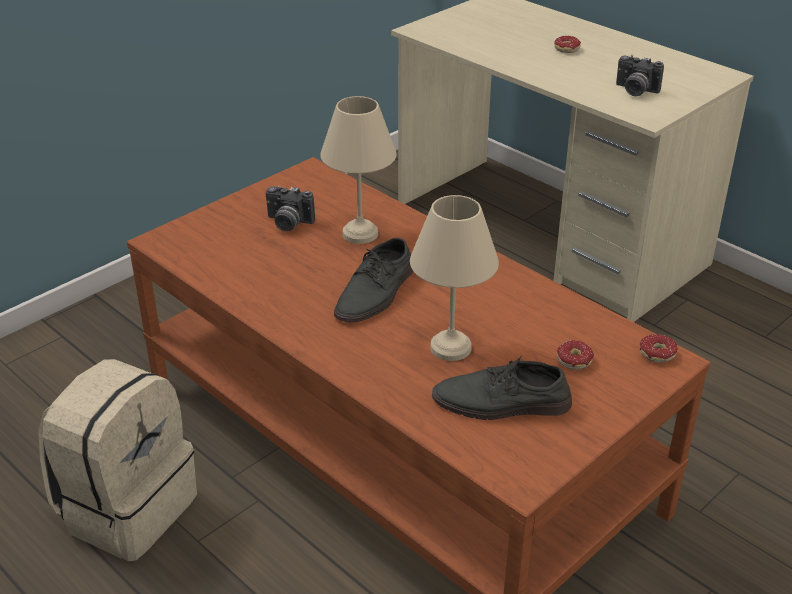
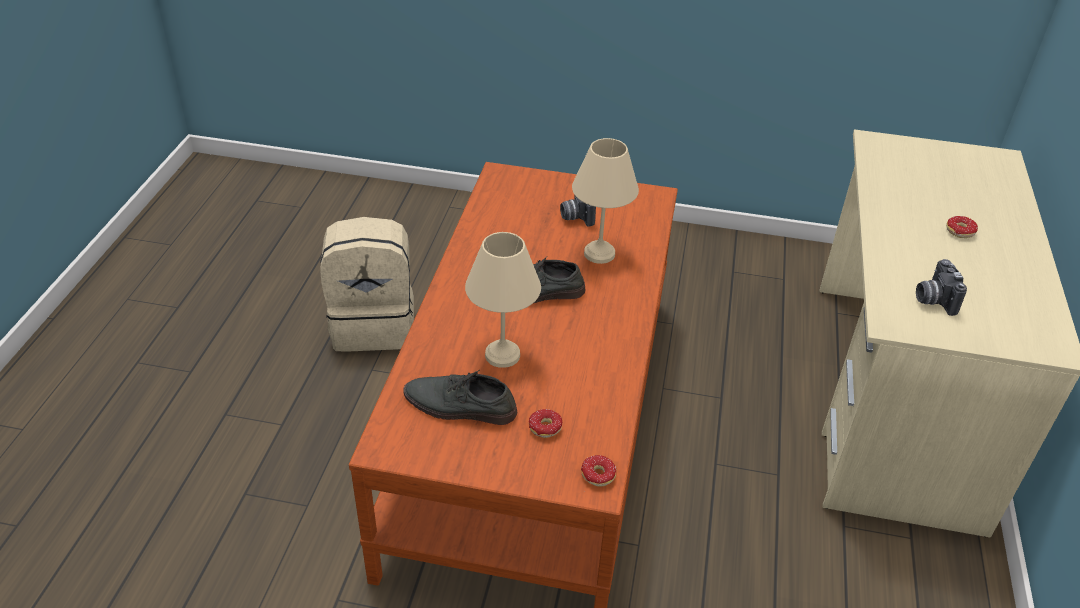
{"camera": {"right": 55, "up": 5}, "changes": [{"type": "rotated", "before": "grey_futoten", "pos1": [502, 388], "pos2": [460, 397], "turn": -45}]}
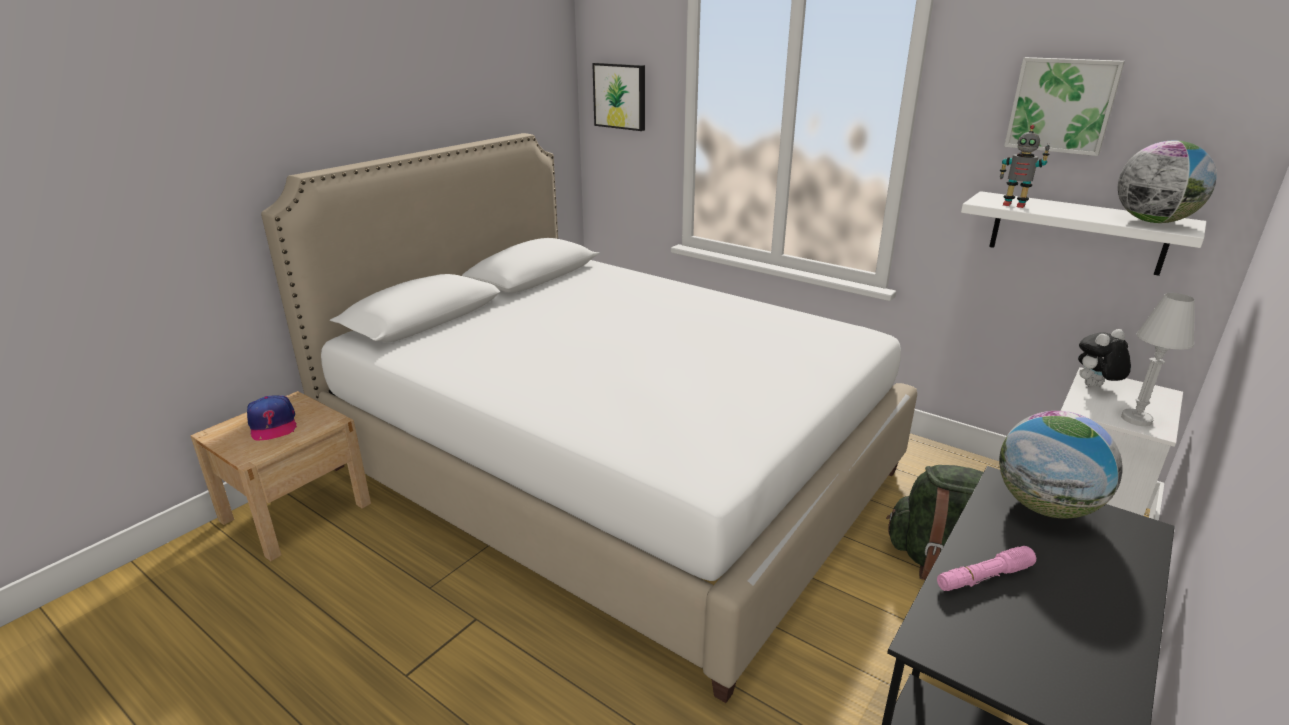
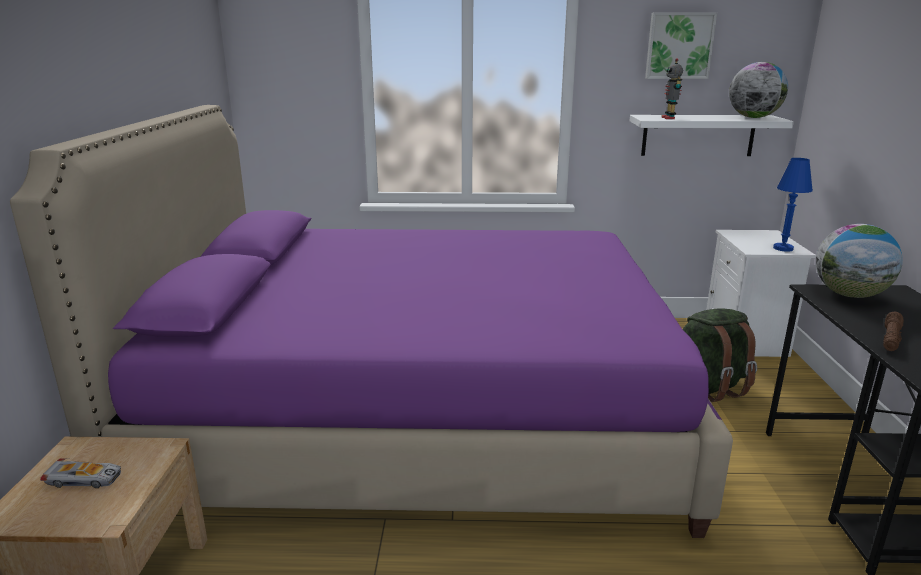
{"camera": {"right": -35, "up": -5}, "changes": [{"type": "repainted", "before": "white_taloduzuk", "after": "purple_taloduzuk", "pos1": [589, 418], "pos2": [371, 321]}, {"type": "swapped", "before": "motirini", "after": "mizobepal", "pos1": [272, 417], "pos2": [80, 473]}, {"type": "rotated", "before": "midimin", "pos1": [1025, 166], "pos2": [672, 88], "turn": 90}, {"type": "repainted", "before": "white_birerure", "after": "blue_birerure", "pos1": [1158, 359], "pos2": [793, 205]}, {"type": "repainted", "before": "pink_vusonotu", "after": "brown_vusonotu", "pos1": [986, 568], "pos2": [893, 331]}, {"type": "gone", "before": "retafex", "pos1": [618, 97]}, {"type": "gone", "before": "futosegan", "pos1": [1104, 358]}]}
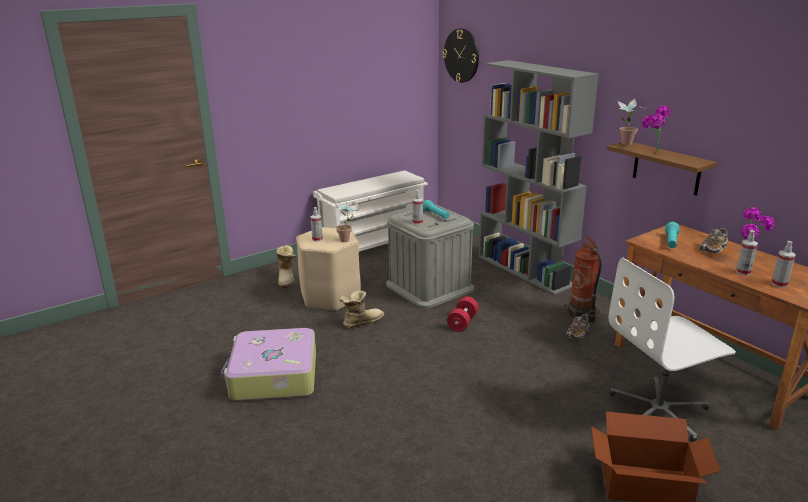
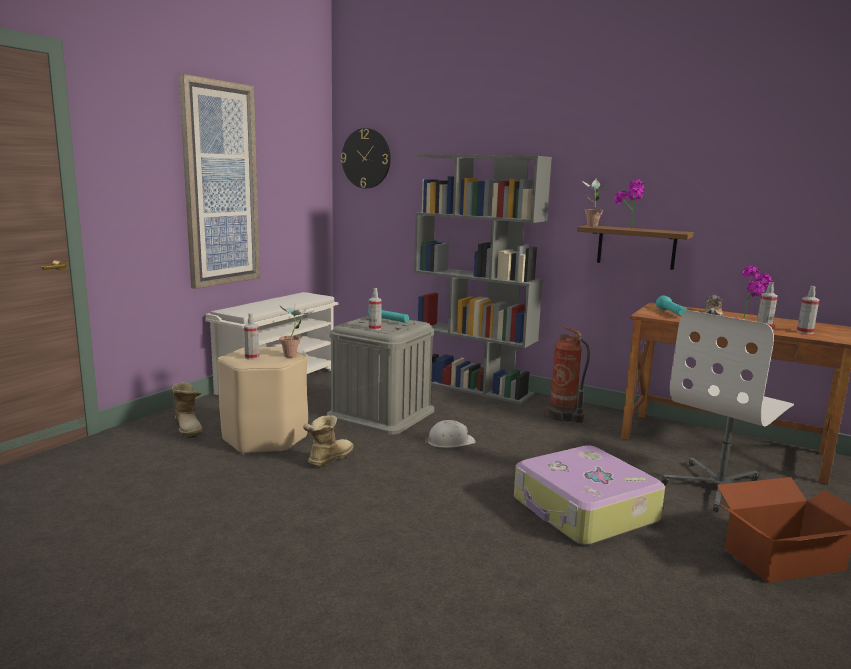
{"camera": {"right": -25, "up": -10}, "changes": [{"type": "new", "after": "retafex", "pos2": [219, 181]}, {"type": "swapped", "before": "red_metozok", "after": "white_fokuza", "pos1": [463, 314], "pos2": [450, 434]}, {"type": "shifted", "before": "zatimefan", "pos1": [268, 364], "pos2": [589, 495]}, {"type": "gone", "before": "futoten", "pos1": [577, 326]}]}
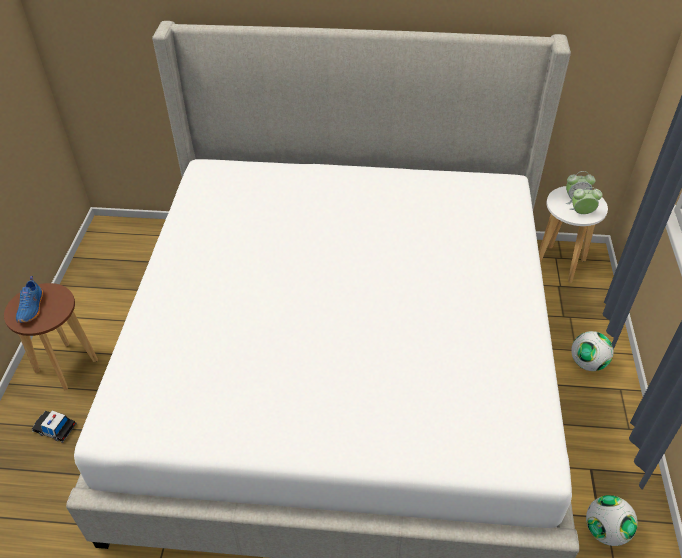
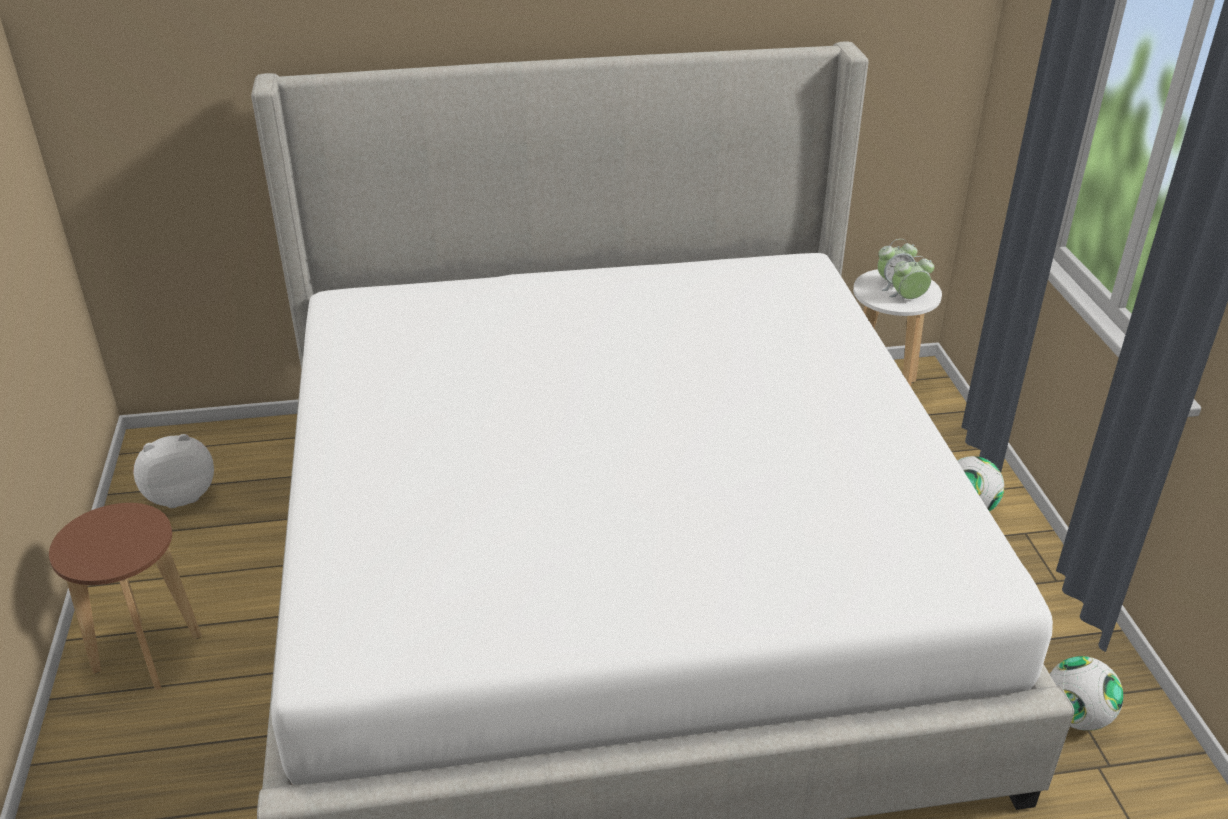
{"camera": {"right": -15, "up": -10}, "changes": [{"type": "new", "after": "futosegan", "pos2": [174, 471]}, {"type": "gone", "before": "blue_futoten", "pos1": [29, 299]}, {"type": "gone", "before": "mizobepal", "pos1": [54, 426]}]}
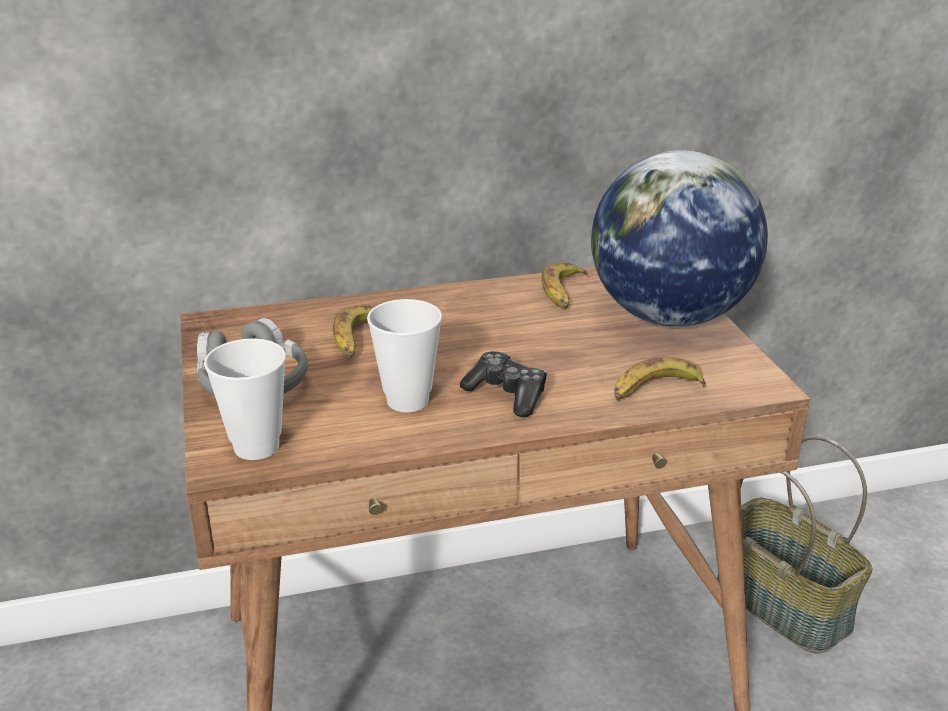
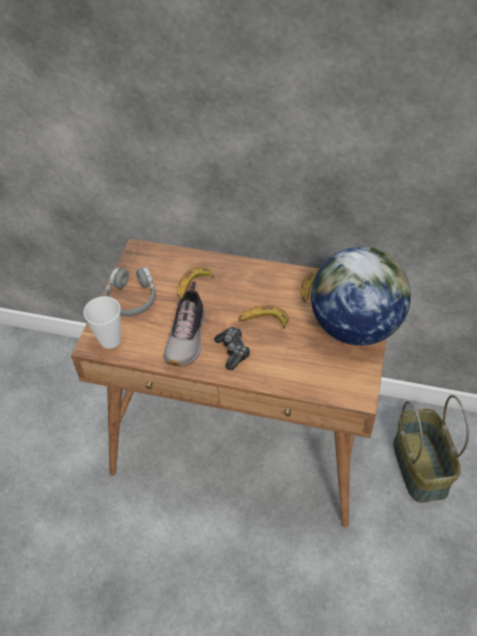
{"camera": {"right": 30, "up": 20}, "changes": [{"type": "swapped", "before": "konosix", "after": "futoten", "pos1": [404, 355], "pos2": [184, 324]}, {"type": "shifted", "before": "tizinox", "pos1": [660, 378], "pos2": [264, 317]}]}
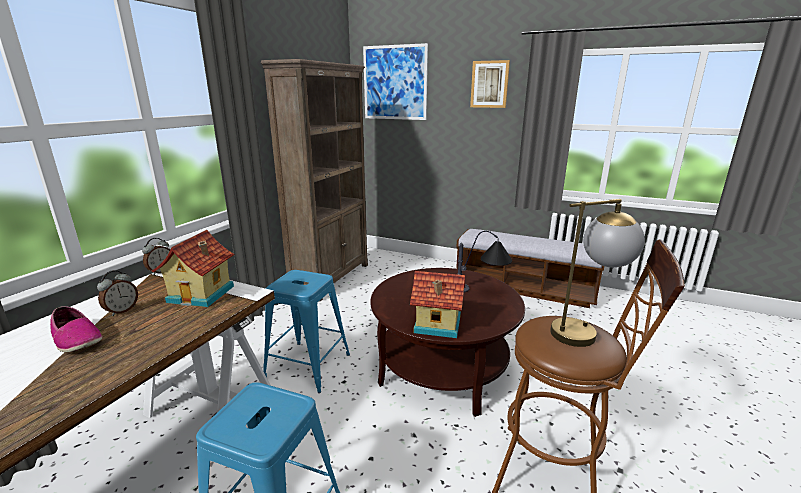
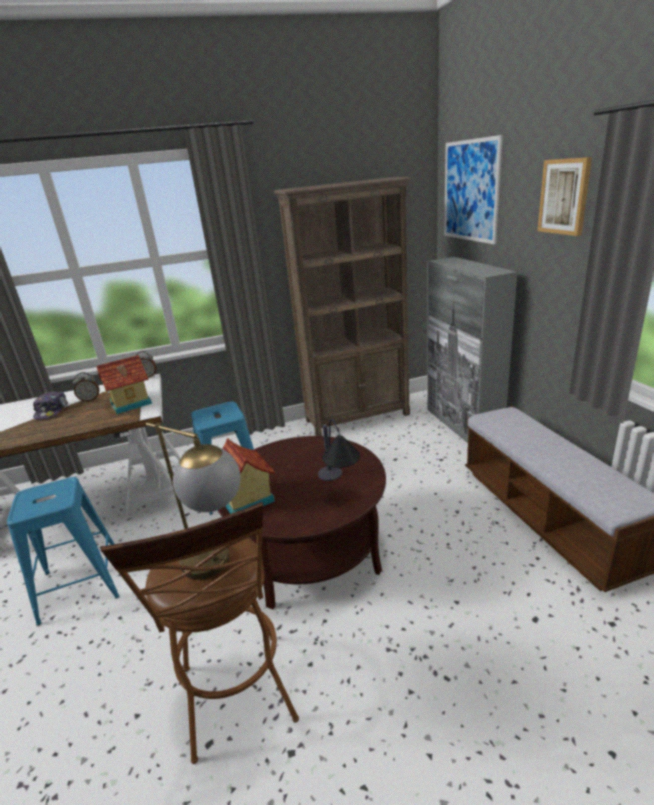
{"camera": {"right": 50, "up": 5}, "changes": [{"type": "swapped", "before": "futoten", "after": "motirini", "pos1": [76, 329], "pos2": [50, 405]}, {"type": "new", "after": "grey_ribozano", "pos2": [472, 350]}]}
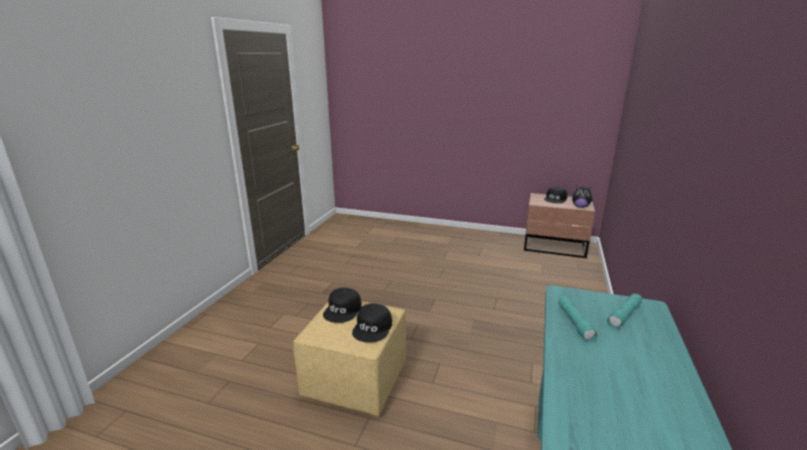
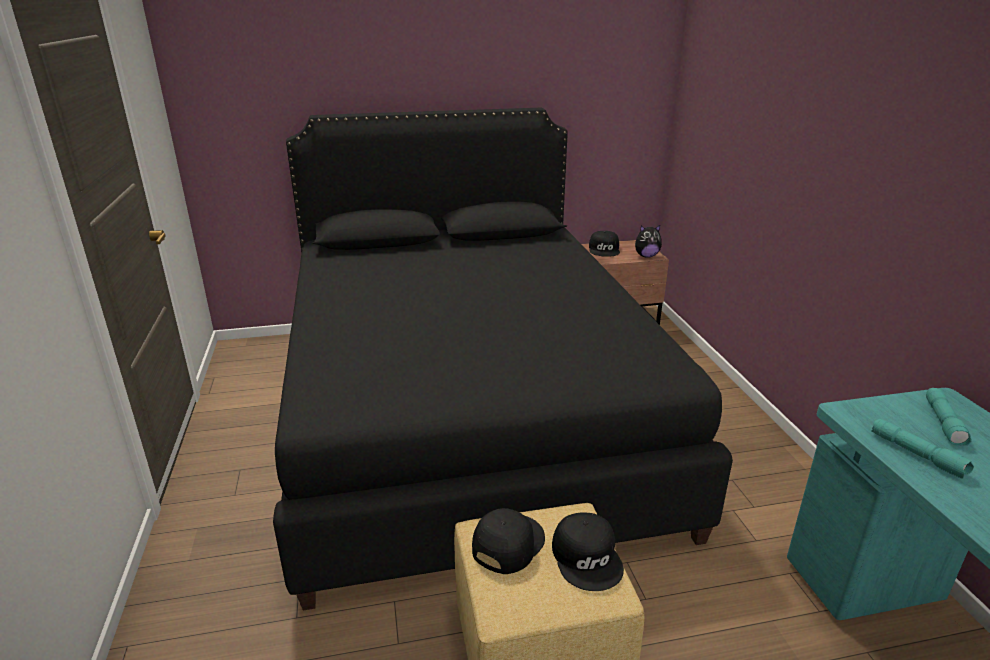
{"camera": {"right": -30, "up": 5}, "changes": [{"type": "new", "after": "black_taloduzuk", "pos2": [503, 359]}, {"type": "rotated", "before": "black_motirini", "pos1": [342, 305], "pos2": [508, 541], "turn": -135}]}
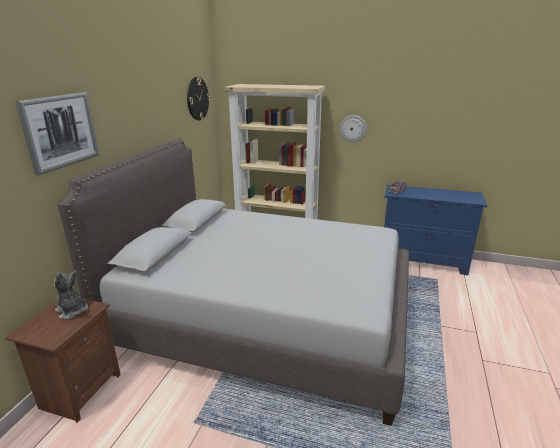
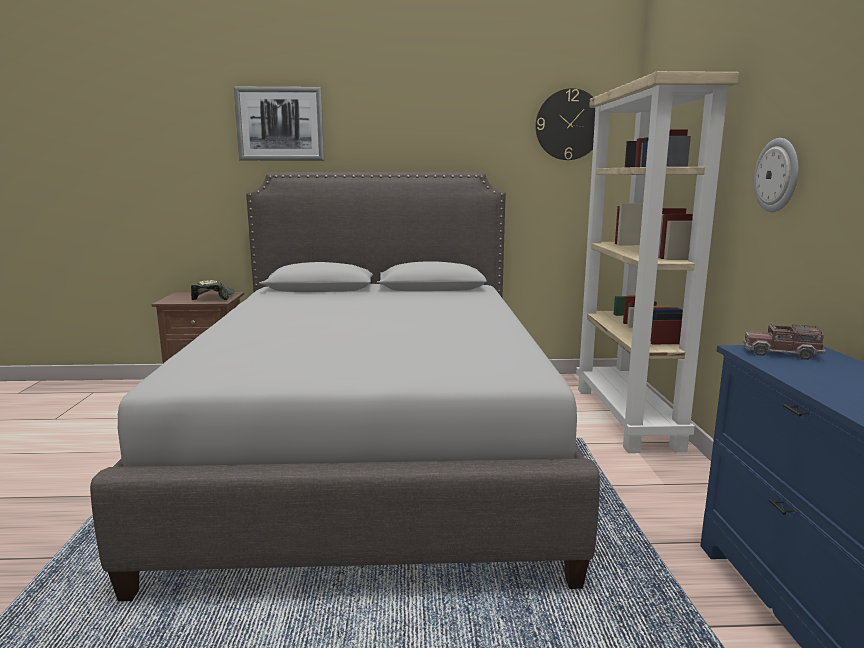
{"camera": {"right": 70, "up": -10}, "changes": [{"type": "swapped", "before": "futosegan", "after": "motirini", "pos1": [71, 295], "pos2": [213, 290]}]}
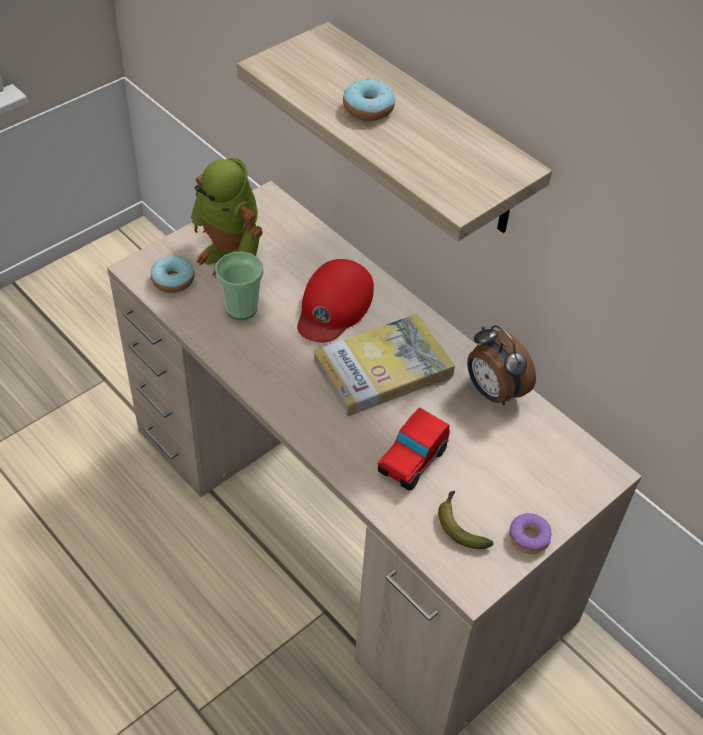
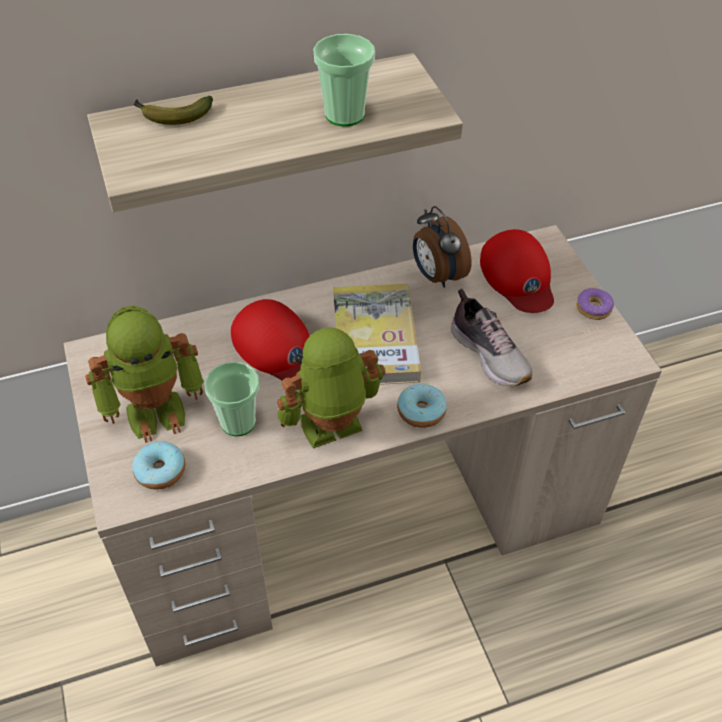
{"camera": {"right": -65, "up": 0}, "changes": [{"type": "shifted", "before": "tizinox", "pos1": [466, 520], "pos2": [173, 110]}, {"type": "new", "after": "midimin", "pos2": [331, 388]}, {"type": "new", "after": "konosix", "pos2": [344, 80]}, {"type": "shifted", "before": "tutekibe", "pos1": [369, 100], "pos2": [422, 406]}, {"type": "rotated", "before": "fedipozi", "pos1": [501, 365], "pos2": [442, 247], "turn": 75}, {"type": "swapped", "before": "mizobepal", "after": "futoten", "pos1": [413, 449], "pos2": [491, 337]}, {"type": "new", "after": "red_motirini", "pos2": [517, 271]}]}
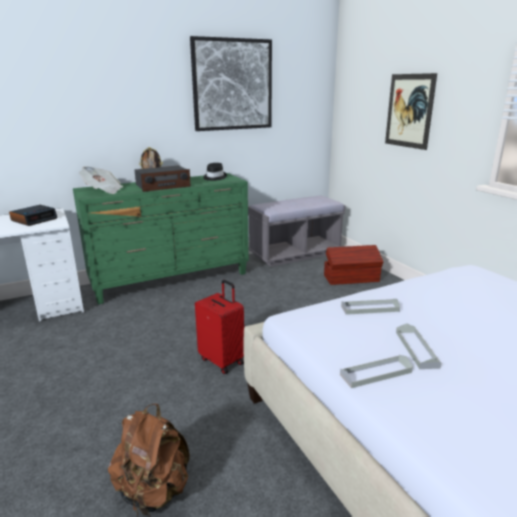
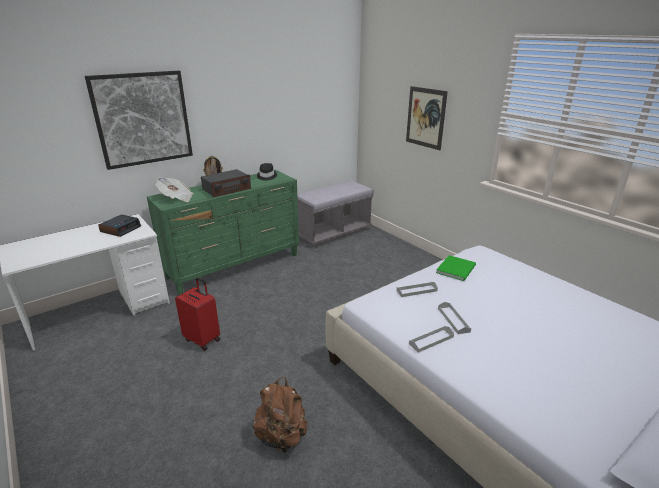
{"camera": {"right": -10, "up": 5}, "changes": [{"type": "shifted", "before": "retafex", "pos1": [231, 83], "pos2": [139, 120]}, {"type": "shifted", "before": "red_zatimefan", "pos1": [219, 327], "pos2": [197, 314]}, {"type": "new", "after": "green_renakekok", "pos2": [456, 268]}, {"type": "gone", "before": "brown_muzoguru", "pos1": [353, 265]}]}
